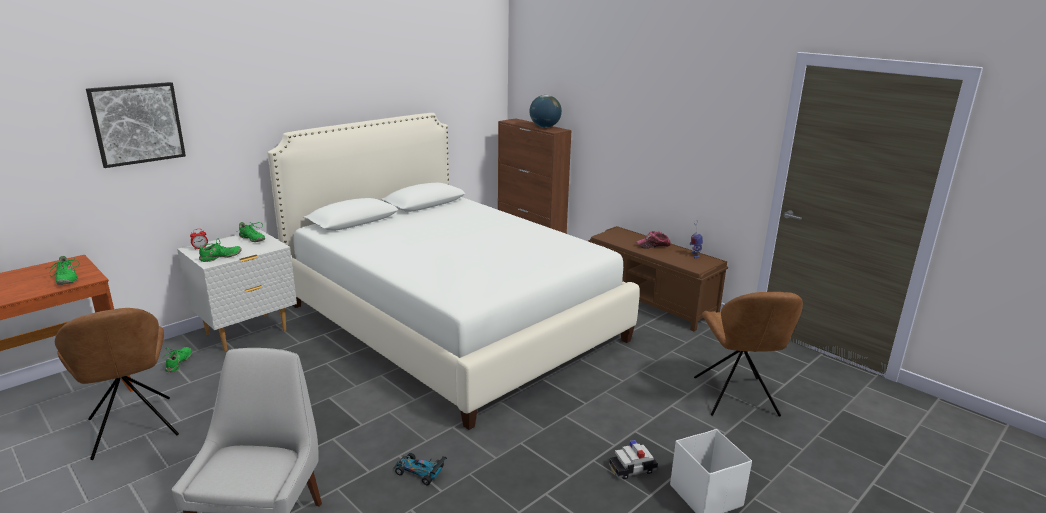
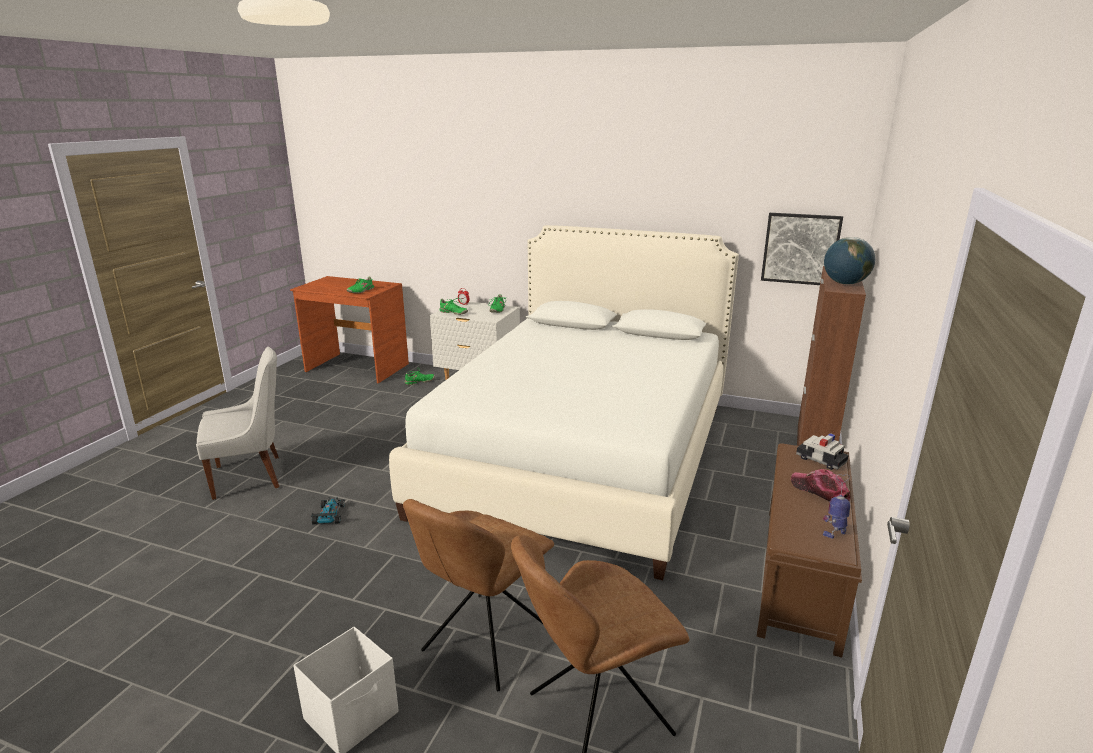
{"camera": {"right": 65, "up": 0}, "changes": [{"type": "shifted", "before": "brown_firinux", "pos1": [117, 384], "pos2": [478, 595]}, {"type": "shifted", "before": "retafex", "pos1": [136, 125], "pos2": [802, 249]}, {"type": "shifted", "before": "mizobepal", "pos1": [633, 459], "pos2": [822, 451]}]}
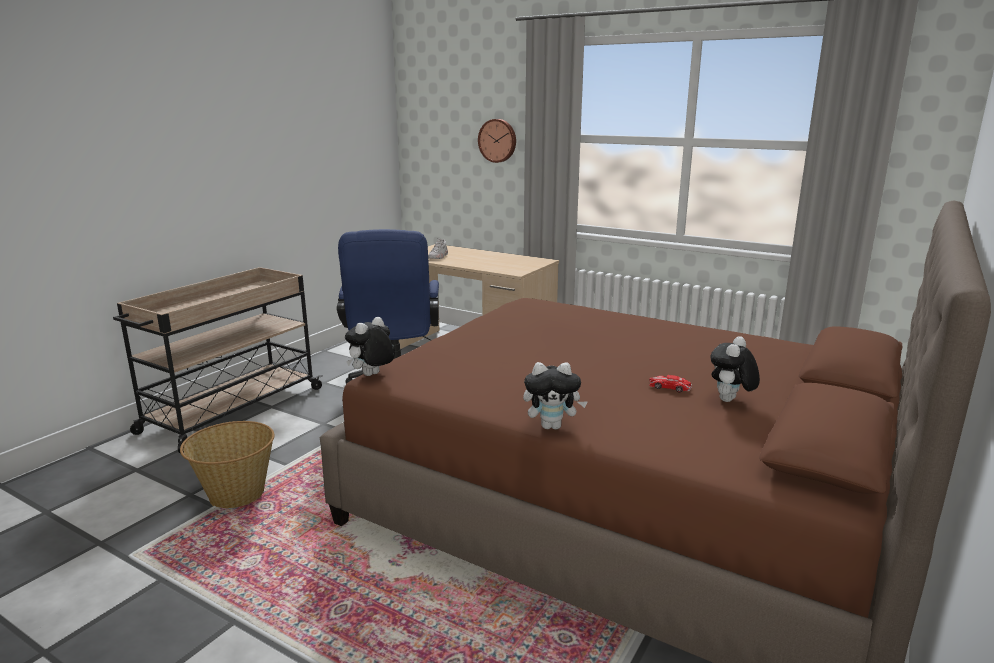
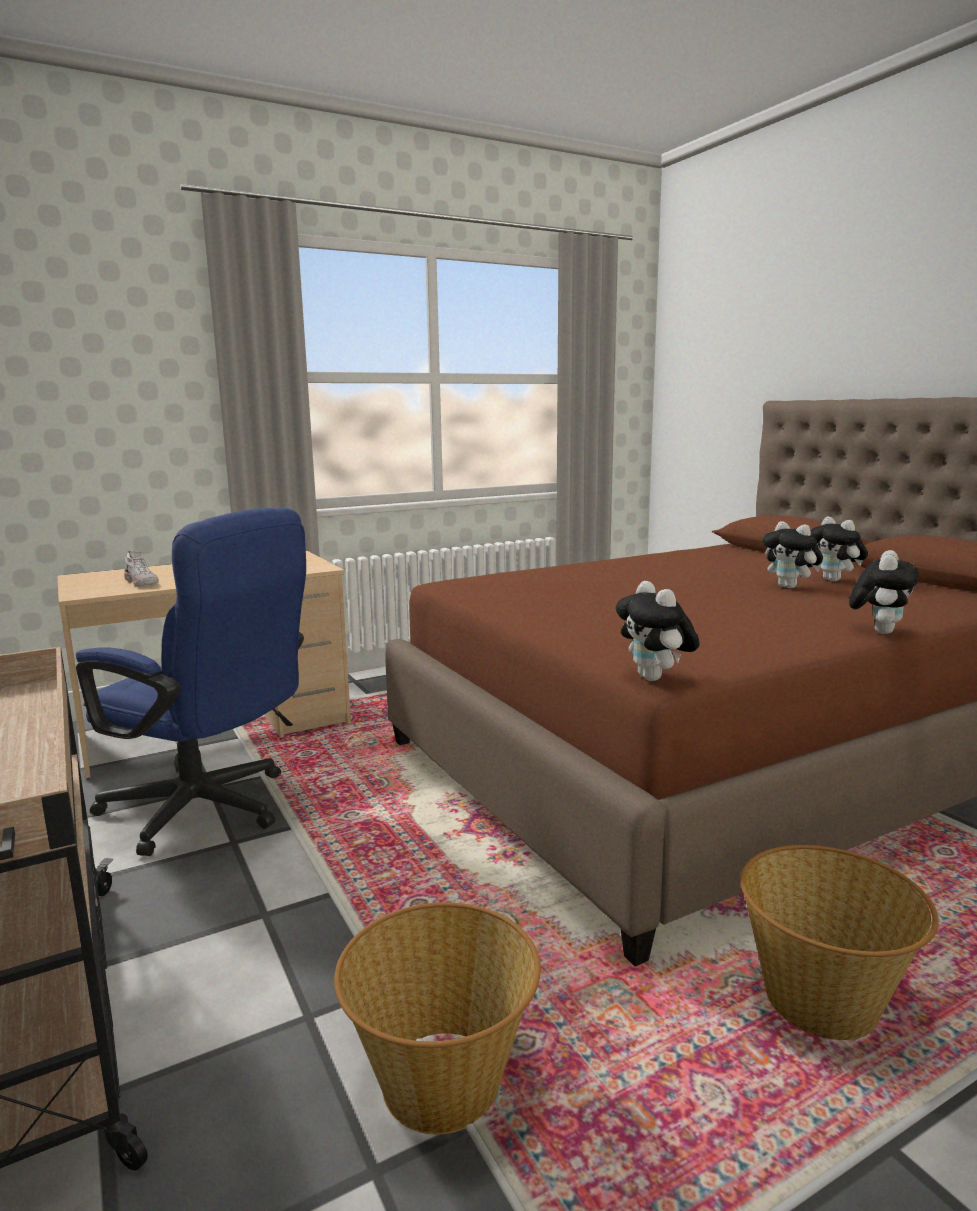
{"camera": {"right": -60, "up": -5}, "changes": [{"type": "new", "after": "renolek", "pos2": [840, 942]}, {"type": "swapped", "before": "mizobepal", "after": "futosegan", "pos1": [670, 384], "pos2": [793, 554]}, {"type": "gone", "before": "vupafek", "pos1": [497, 141]}]}
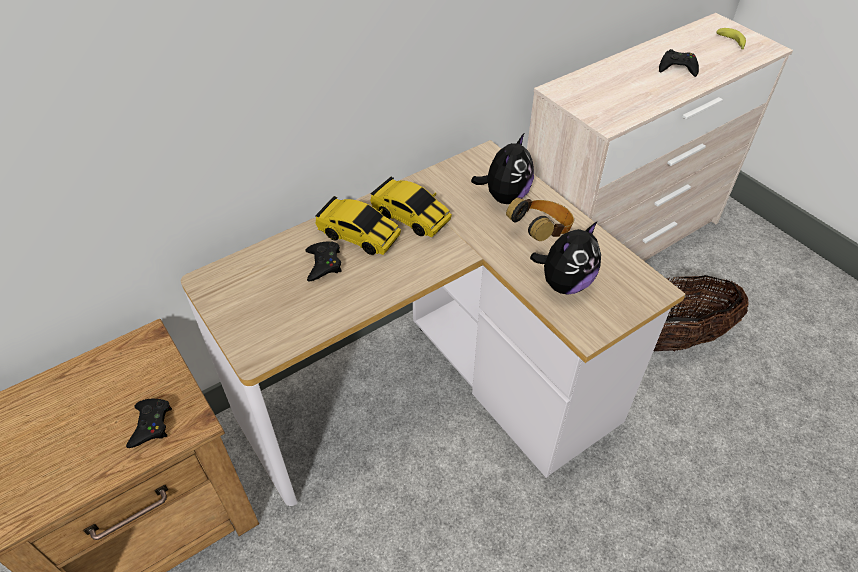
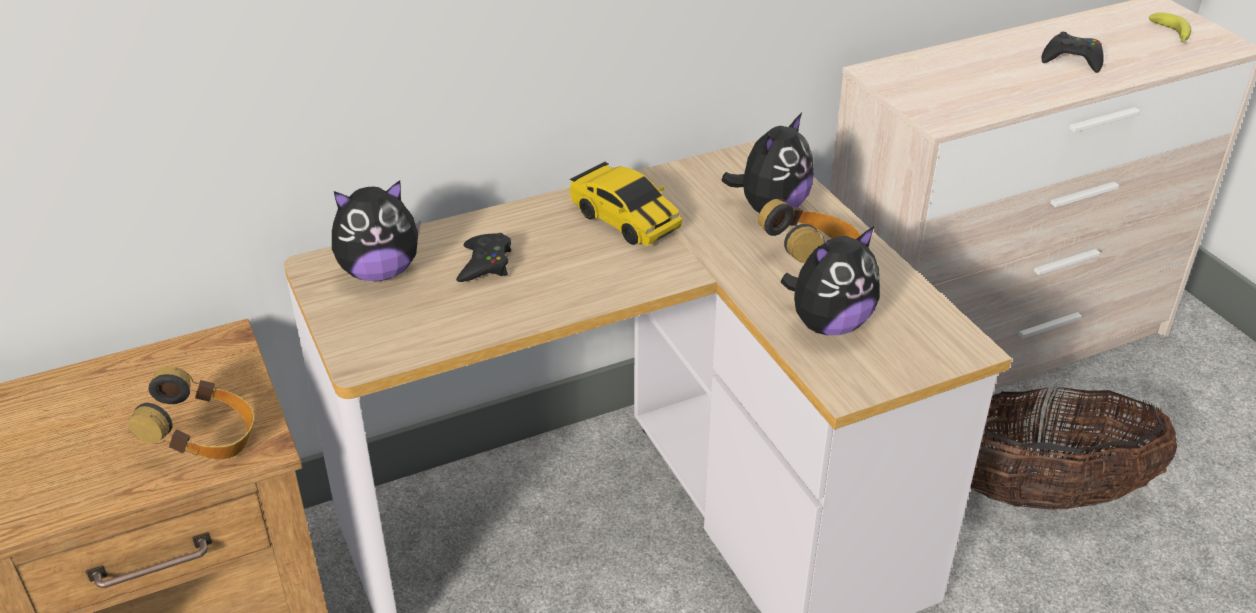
{"camera": {"right": 10, "up": -10}, "changes": [{"type": "swapped", "before": "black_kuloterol", "after": "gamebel", "pos1": [149, 423], "pos2": [191, 413]}, {"type": "new", "after": "futosegan", "pos2": [376, 230]}, {"type": "gone", "before": "mizobepal", "pos1": [358, 225]}]}
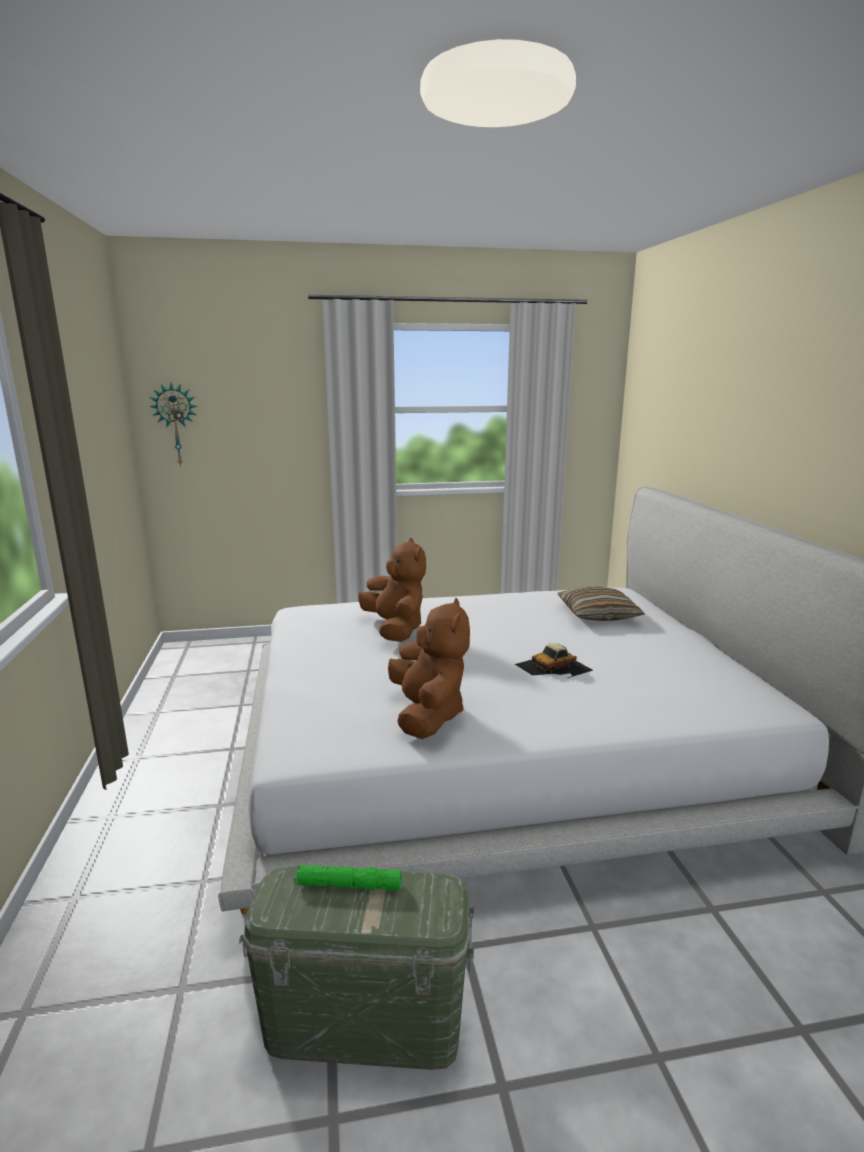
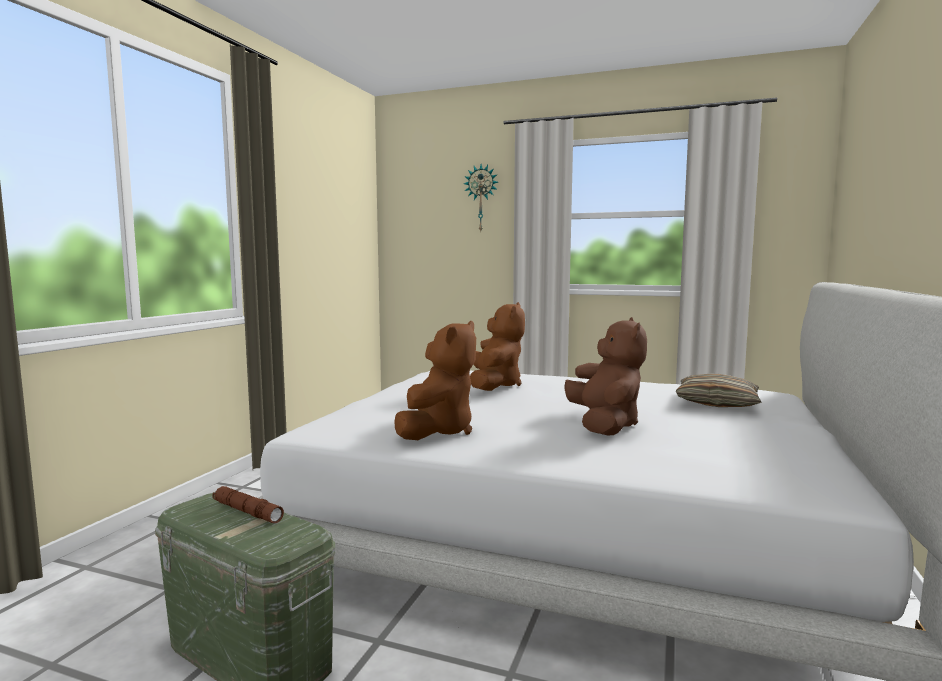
{"camera": {"right": 30, "up": -10}, "changes": [{"type": "repainted", "before": "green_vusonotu", "after": "brown_vusonotu", "pos1": [347, 877], "pos2": [248, 504]}, {"type": "shifted", "before": "vupafek", "pos1": [173, 425], "pos2": [481, 198]}, {"type": "swapped", "before": "mizobepal", "after": "brown_futosegan", "pos1": [554, 660], "pos2": [605, 376]}]}
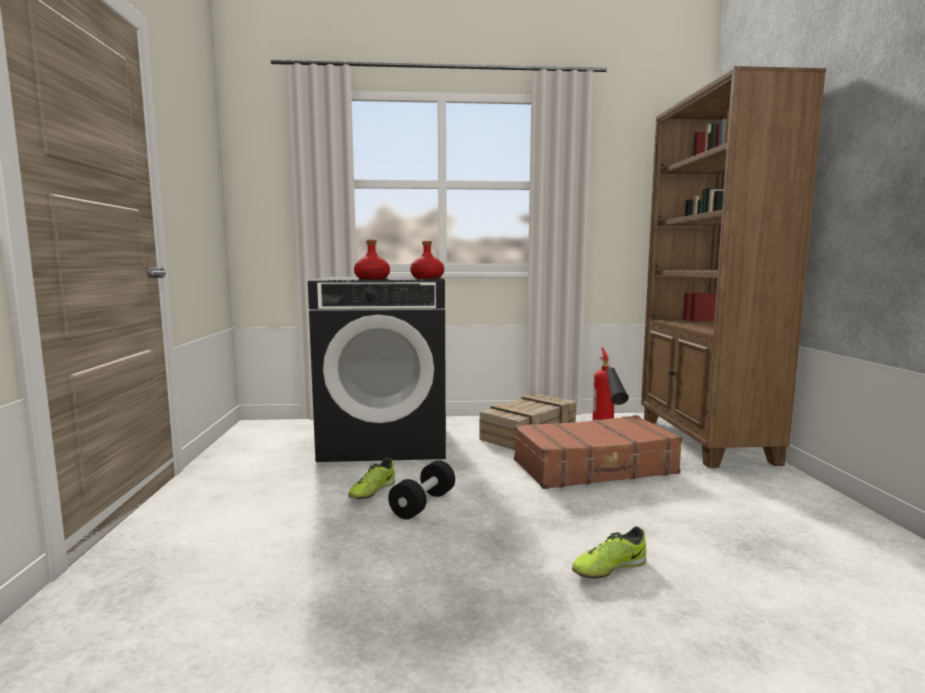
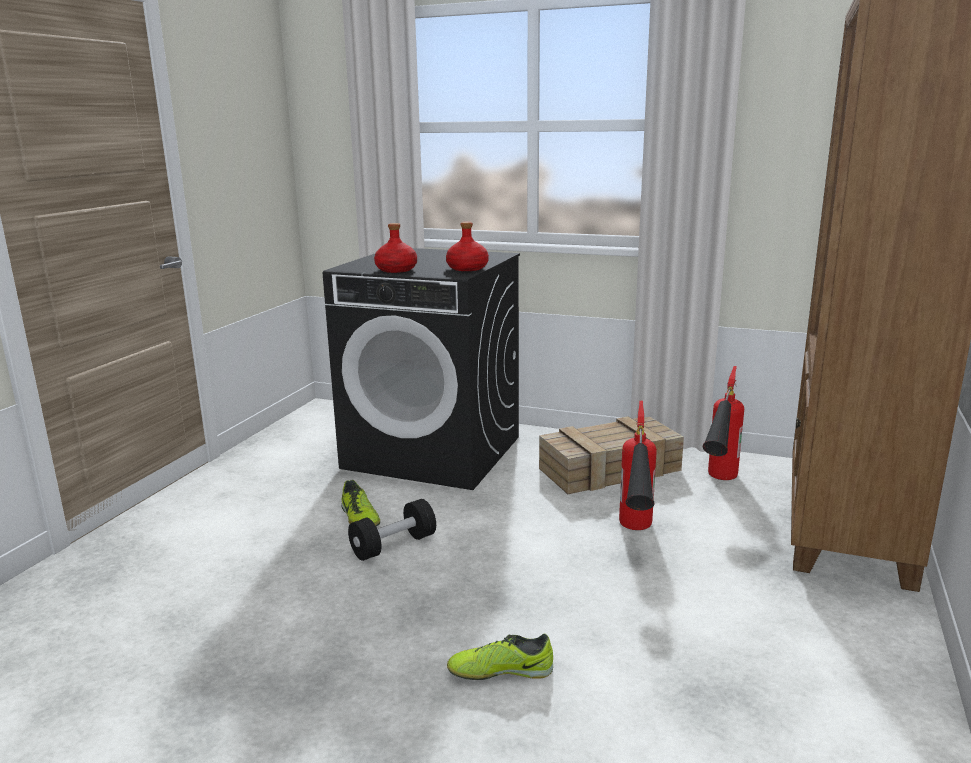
{"camera": {"right": 25, "up": 10}, "changes": [{"type": "rotated", "before": "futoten", "pos1": [372, 478], "pos2": [360, 503], "turn": -75}, {"type": "swapped", "before": "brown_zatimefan", "after": "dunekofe", "pos1": [598, 452], "pos2": [638, 465]}]}
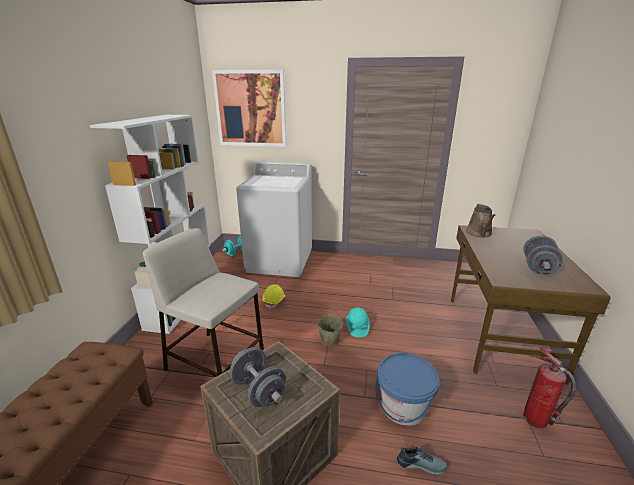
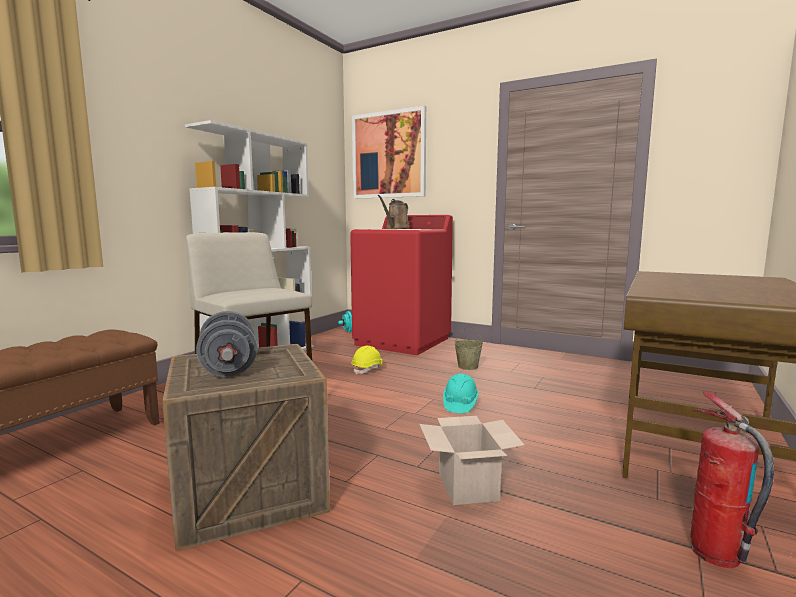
{"camera": {"right": 20, "up": -15}, "changes": [{"type": "repainted", "before": "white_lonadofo", "after": "red_lonadofo", "pos1": [274, 219], "pos2": [401, 285]}, {"type": "shifted", "before": "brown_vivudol", "pos1": [480, 221], "pos2": [394, 212]}, {"type": "swapped", "before": "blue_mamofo", "after": "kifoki", "pos1": [407, 389], "pos2": [471, 460]}, {"type": "shifted", "before": "beige_mamofo", "pos1": [330, 328], "pos2": [468, 348]}, {"type": "gone", "before": "futoten", "pos1": [422, 461]}, {"type": "gone", "before": "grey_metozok", "pos1": [543, 255]}]}
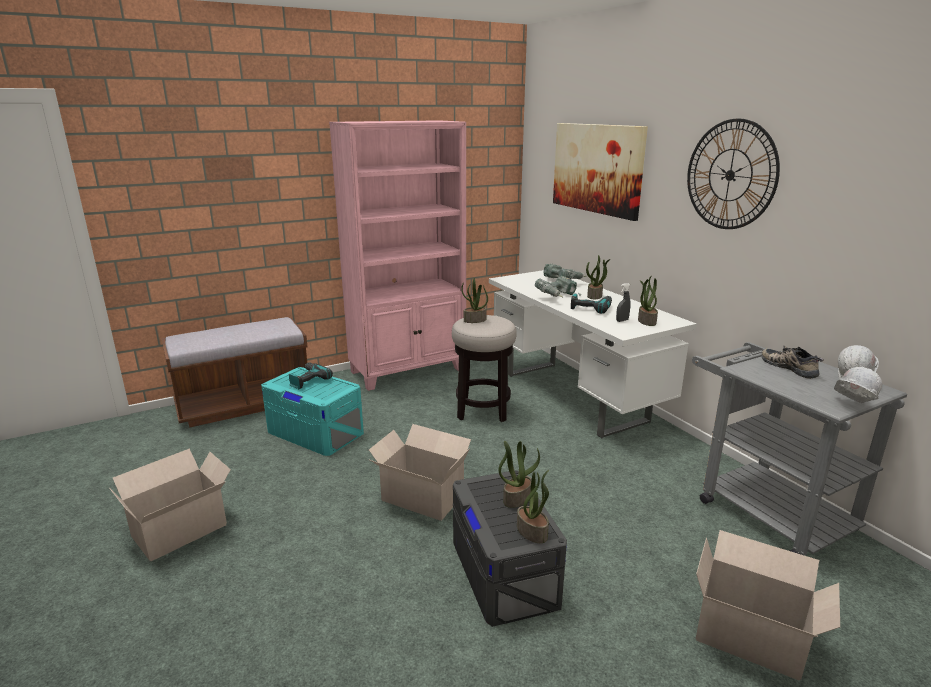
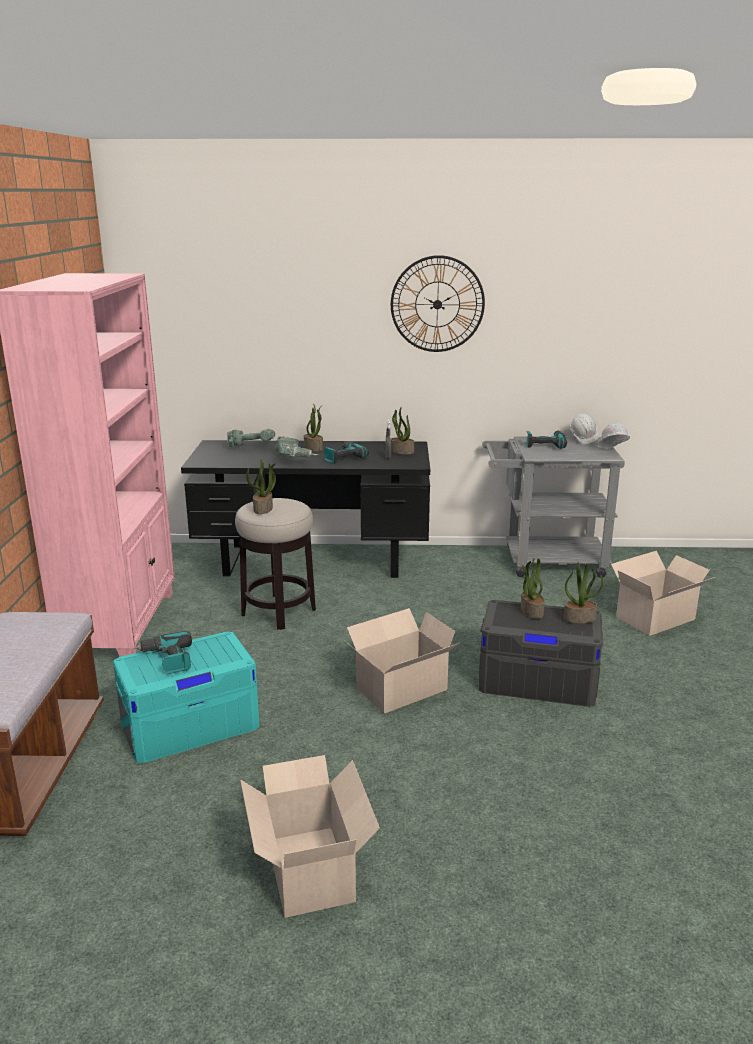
{"camera": {"right": -60, "up": 0}, "changes": [{"type": "repainted", "before": "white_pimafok", "after": "black_pimafok", "pos1": [593, 354], "pos2": [305, 509]}, {"type": "swapped", "before": "futoten", "after": "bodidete", "pos1": [793, 362], "pos2": [546, 440]}, {"type": "gone", "before": "retafex", "pos1": [600, 172]}]}
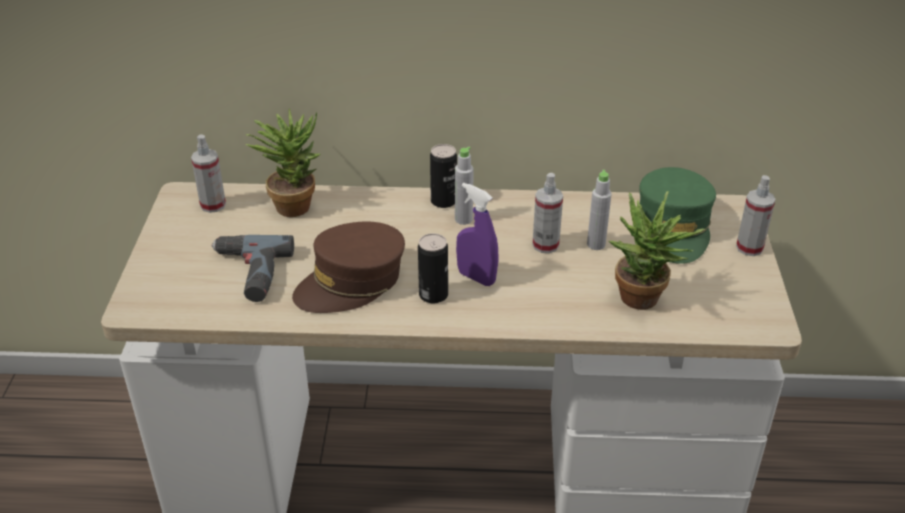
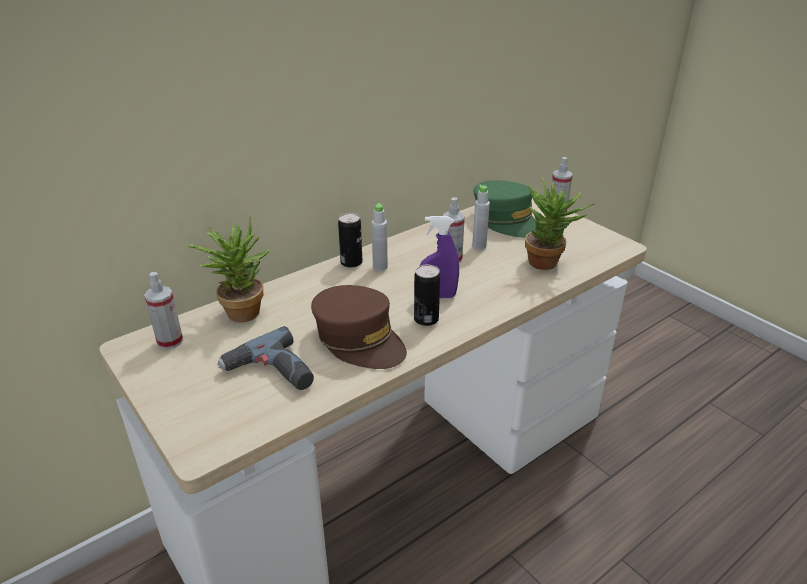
{"camera": {"right": -40, "up": -5}, "changes": [{"type": "rotated", "before": "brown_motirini", "pos1": [348, 267], "pos2": [359, 327], "turn": -60}]}
